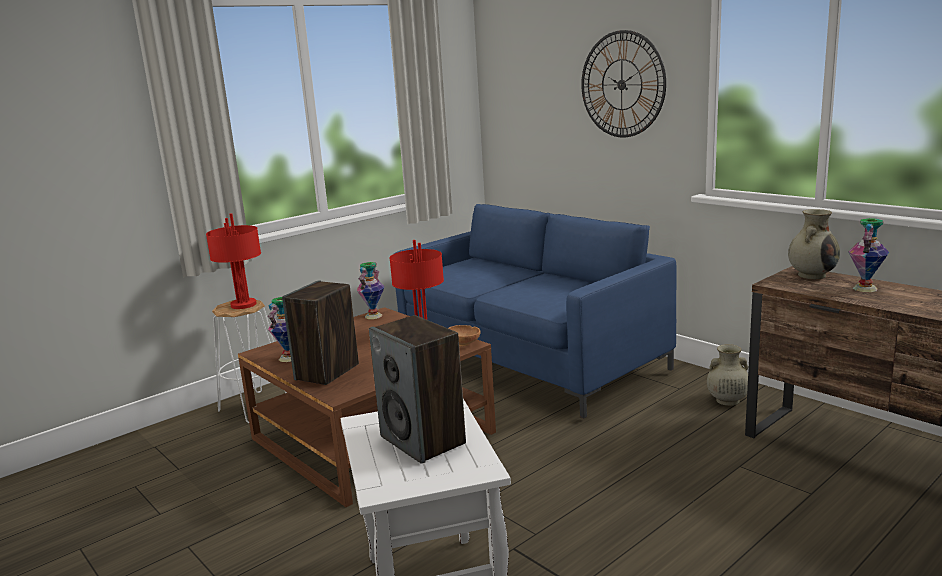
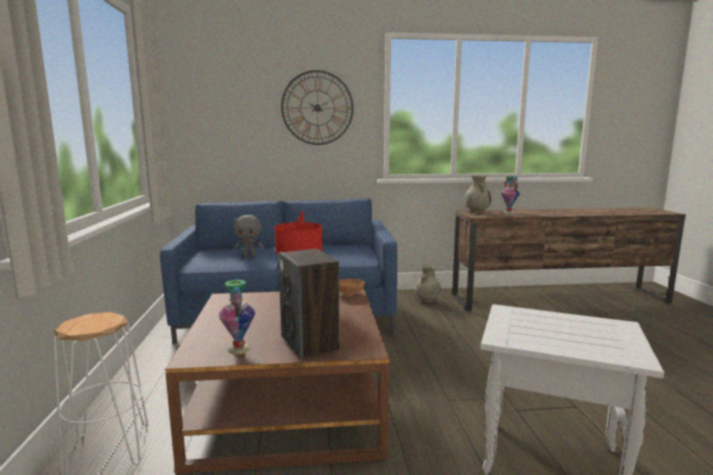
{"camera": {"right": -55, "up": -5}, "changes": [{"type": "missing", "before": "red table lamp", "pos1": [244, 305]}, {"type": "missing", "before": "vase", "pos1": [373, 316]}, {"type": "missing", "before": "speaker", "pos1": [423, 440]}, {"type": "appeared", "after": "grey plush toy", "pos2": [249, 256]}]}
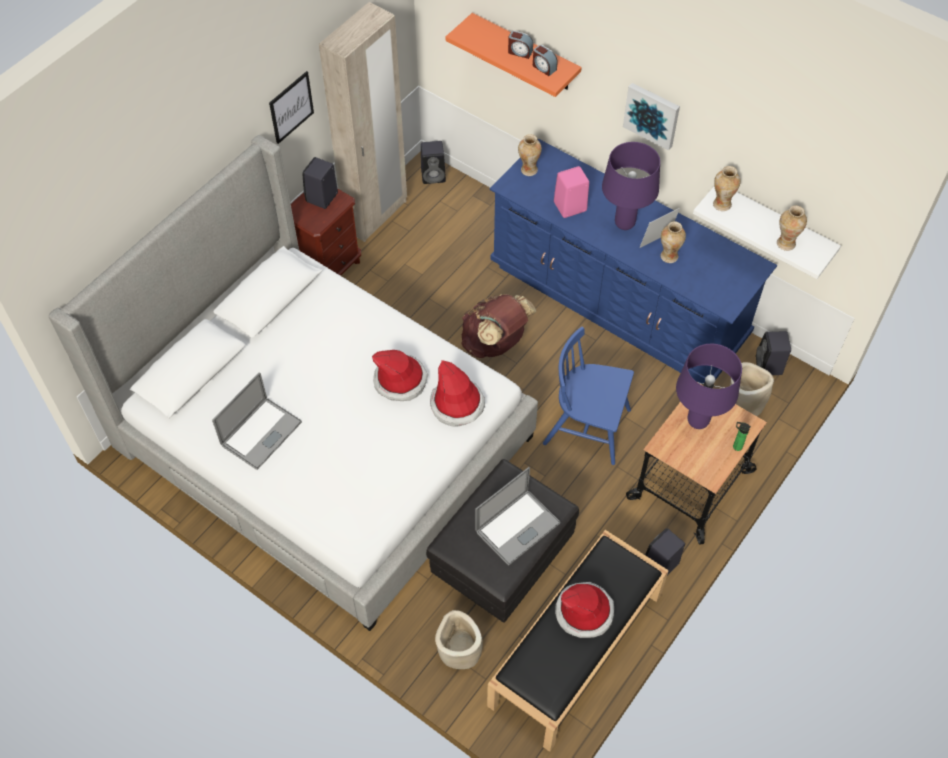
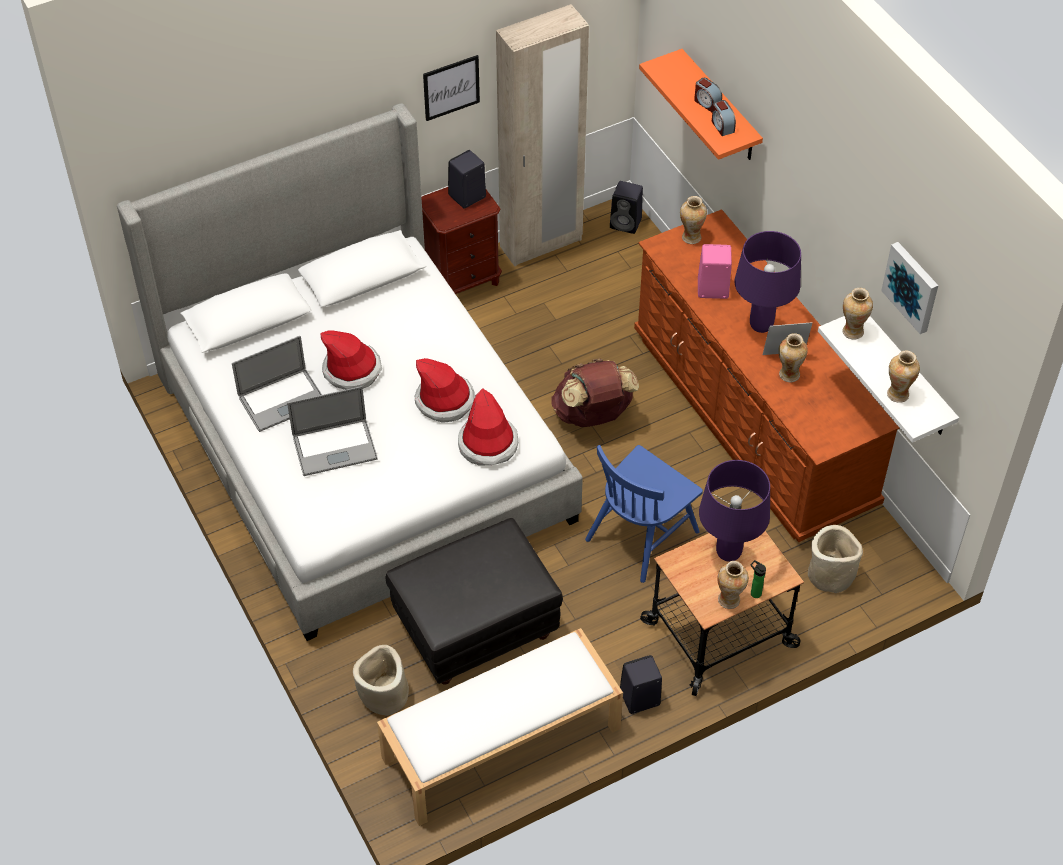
{"camera": {"right": 25, "up": -5}, "changes": [{"type": "relocated", "before": "laptop", "pos1": [517, 527], "pos2": [334, 447]}, {"type": "colour", "before": "black bench", "after": "white bench", "pos1": [576, 651], "pos2": [500, 744]}, {"type": "colour", "before": "blue dresser", "after": "brown dresser", "pos1": [617, 300], "pos2": [752, 419]}, {"type": "spun", "before": "blue chair", "pos1": [587, 427], "pos2": [642, 535], "turn": -90}, {"type": "relocated", "before": "hat", "pos1": [584, 612], "pos2": [352, 370]}, {"type": "relocated", "before": "picture", "pos1": [652, 114], "pos2": [912, 286]}, {"type": "missing", "before": "black speaker", "pos1": [769, 366]}, {"type": "appeared", "after": "vase", "pos2": [729, 600]}]}
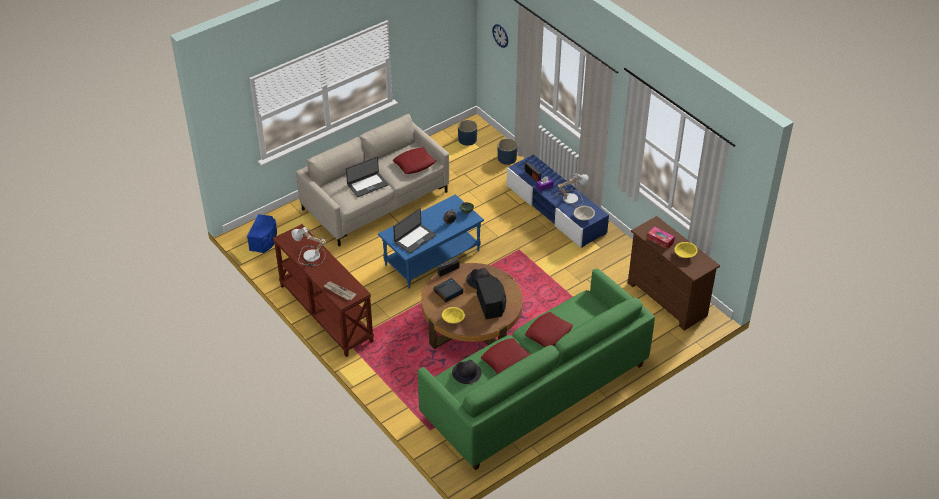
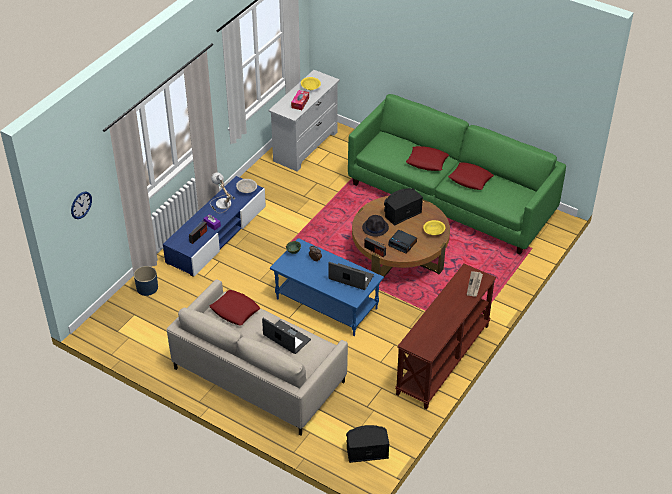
{"camera": {"right": -110, "up": 0}, "changes": [{"type": "colour", "before": "blue speaker", "after": "black speaker", "pos1": [264, 241], "pos2": [367, 450]}, {"type": "missing", "before": "table lamp", "pos1": [310, 257]}, {"type": "missing", "before": "black hat", "pos1": [466, 373]}, {"type": "missing", "before": "blue planter", "pos1": [467, 139]}, {"type": "colour", "before": "brown dresser", "after": "white dresser", "pos1": [667, 299], "pos2": [306, 146]}]}
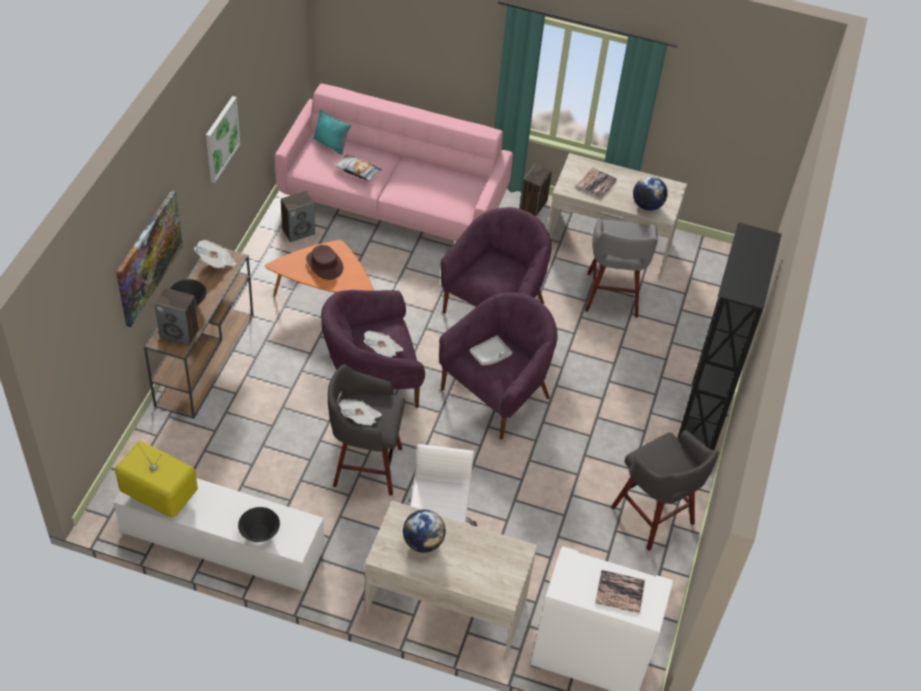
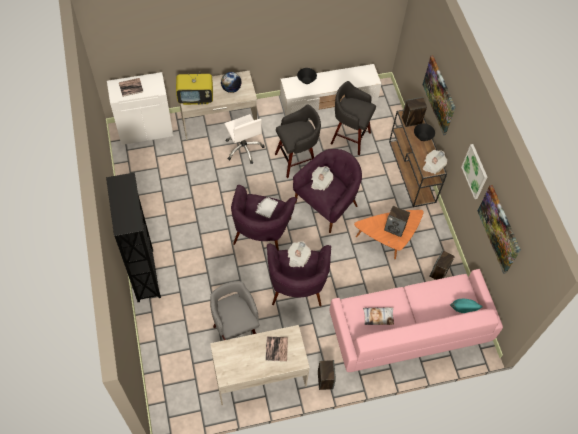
{"camera": {"right": 150, "up": 10}, "changes": [{"type": "relocated", "before": "television", "pos1": [158, 496], "pos2": [196, 98]}, {"type": "exchanged", "before": "brown hat", "after": "speaker", "pos1": [324, 264], "pos2": [395, 228]}, {"type": "relocated", "before": "pillow", "pos1": [357, 171], "pos2": [378, 316]}, {"type": "relocated", "before": "newspaper", "pos1": [360, 418], "pos2": [297, 258]}, {"type": "relocated", "before": "grey stool", "pos1": [654, 517], "pos2": [349, 137]}, {"type": "missing", "before": "globe", "pos1": [647, 205]}, {"type": "appeared", "after": "picture", "pos2": [499, 229]}]}
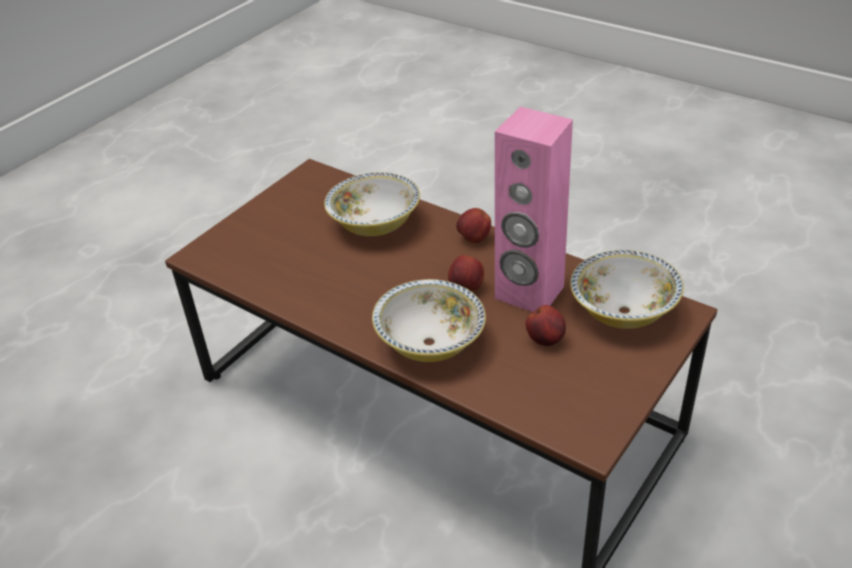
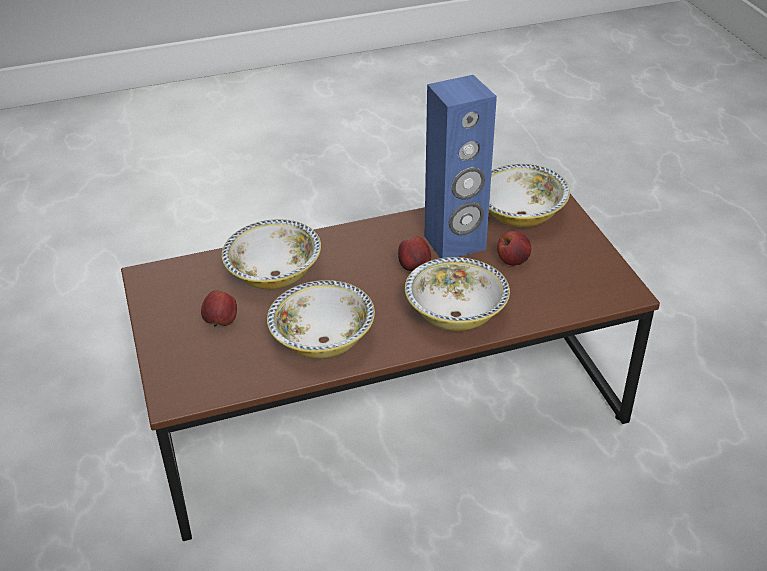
{"camera": {"right": -55, "up": 0}, "changes": [{"type": "relocated", "before": "apple", "pos1": [474, 239], "pos2": [221, 322]}, {"type": "colour", "before": "pink speaker", "after": "blue speaker", "pos1": [528, 293], "pos2": [455, 243]}, {"type": "appeared", "after": "bowl", "pos2": [322, 340]}]}
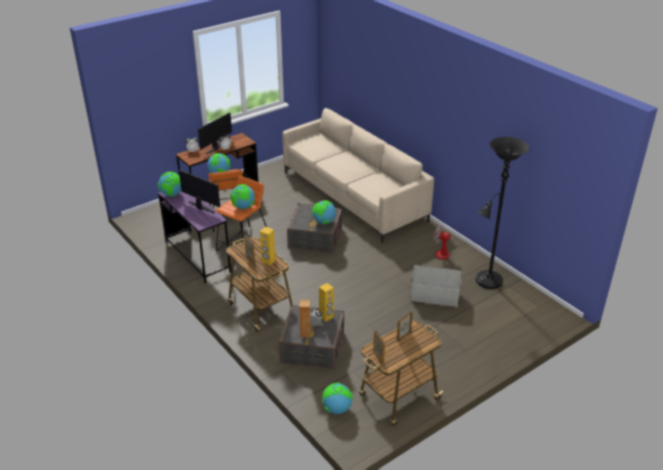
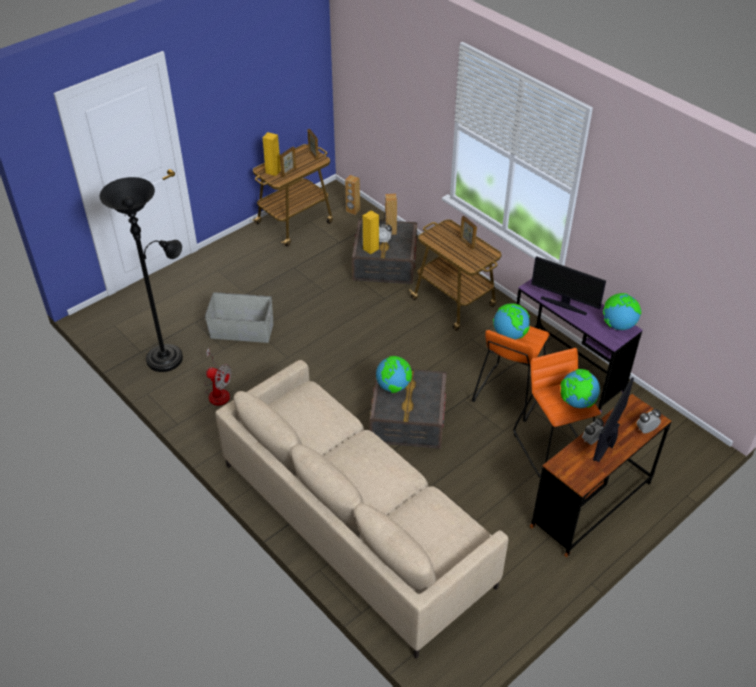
{"camera": {"right": 175, "up": 10}, "changes": [{"type": "relocated", "before": "yellow speaker", "pos1": [268, 261], "pos2": [273, 171]}, {"type": "exchanged", "before": "globe", "after": "brown speaker", "pos1": [337, 409], "pos2": [353, 211]}]}
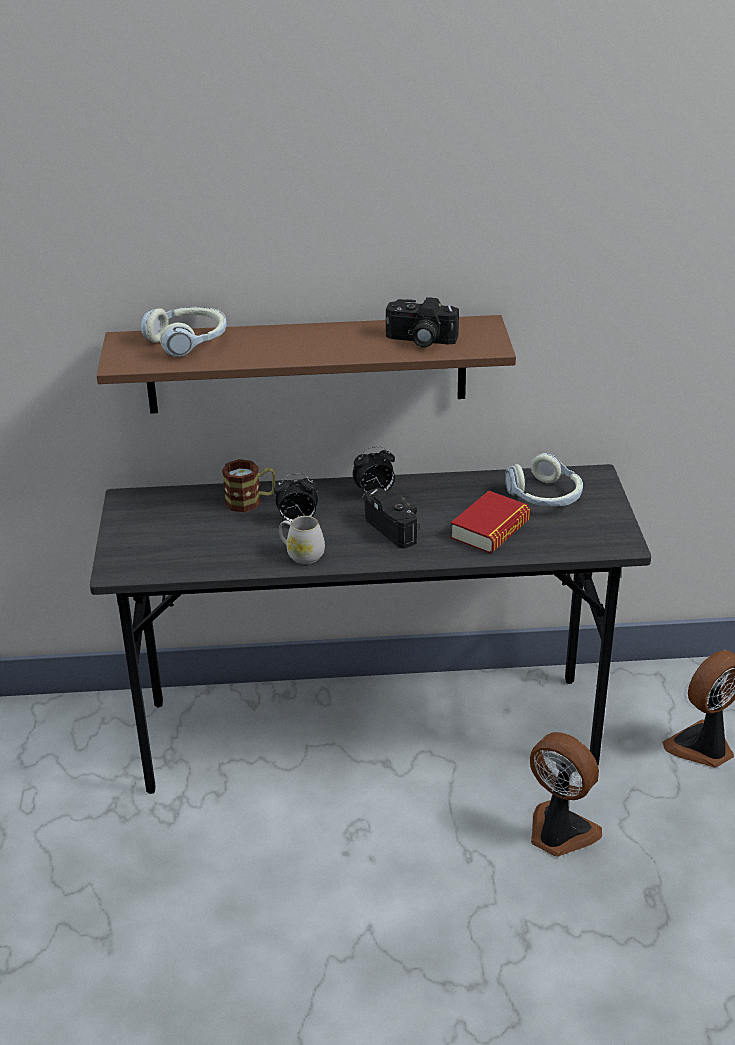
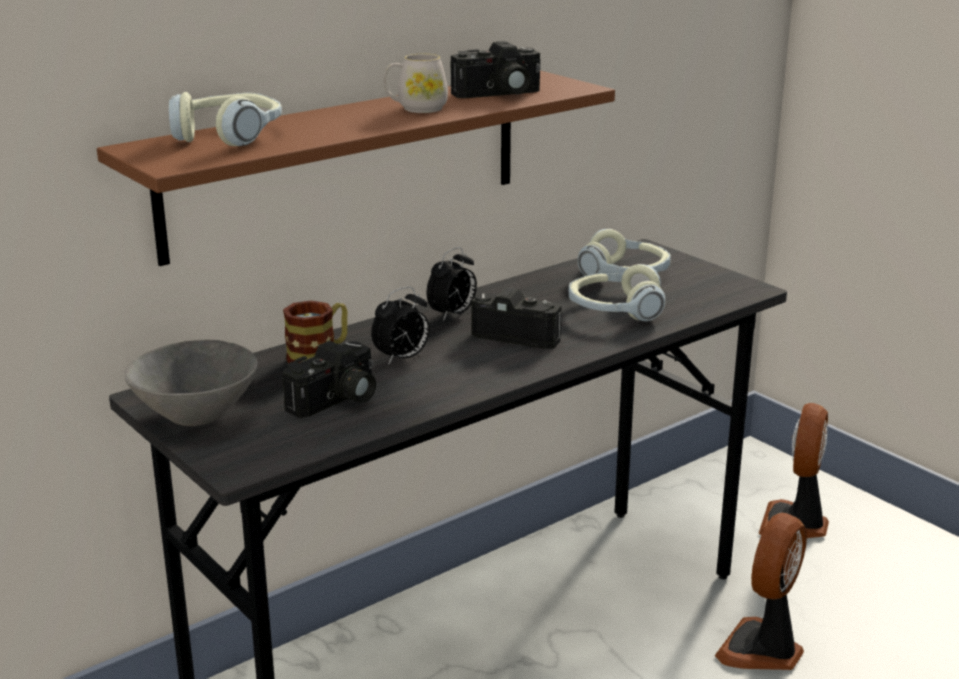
{"camera": {"right": -35, "up": -10}, "changes": [{"type": "relocated", "before": "white mug", "pos1": [301, 554], "pos2": [416, 109]}, {"type": "exchanged", "before": "book", "after": "headphones", "pos1": [490, 529], "pos2": [614, 310]}, {"type": "spun", "before": "fan", "pos1": [559, 833], "pos2": [763, 650], "turn": -60}, {"type": "appeared", "after": "grey bowl", "pos2": [198, 414]}, {"type": "appeared", "after": "photo camera", "pos2": [336, 401]}]}
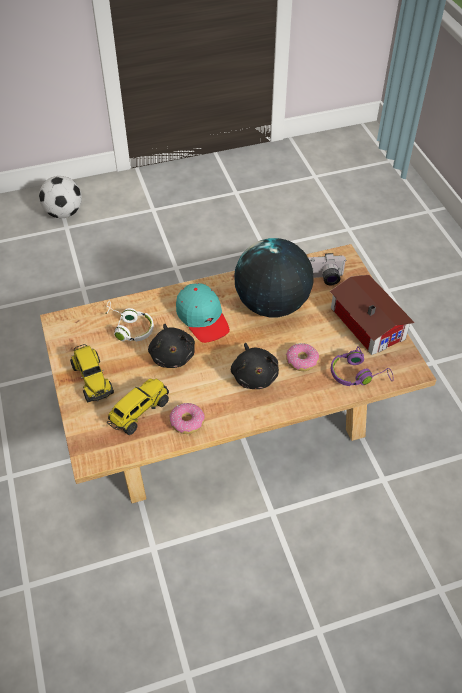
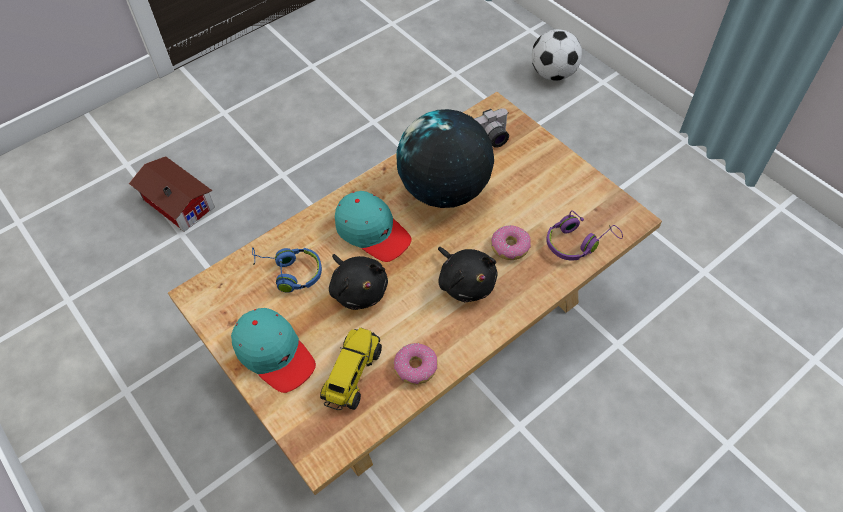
{"camera": {"right": -20, "up": 5}, "changes": [{"type": "relocated", "before": "football", "pos1": [64, 213], "pos2": [553, 74]}, {"type": "exchanged", "before": "toy truck", "after": "turquoise cap", "pos1": [92, 379], "pos2": [274, 354]}, {"type": "colour", "before": "white headphones", "after": "blue headphones", "pos1": [128, 327], "pos2": [289, 272]}, {"type": "relocated", "before": "toy house", "pos1": [367, 321], "pos2": [177, 200]}]}
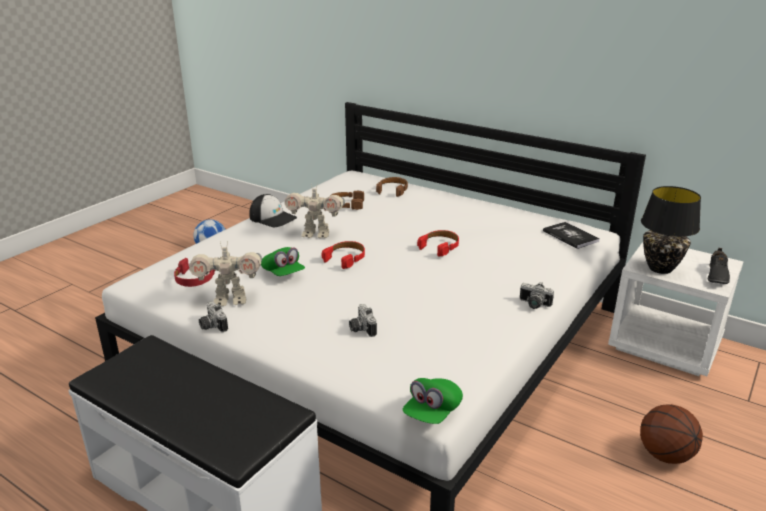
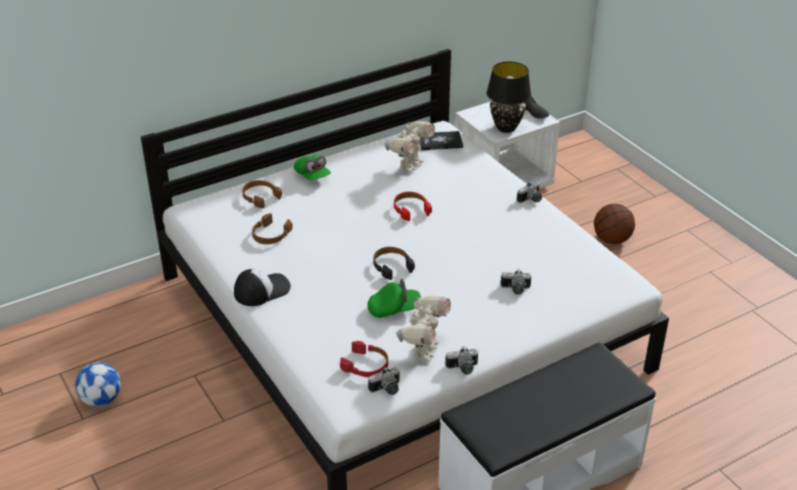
{"camera": {"right": -65, "up": 10}, "changes": [{"type": "relocated", "before": "toy robot", "pos1": [316, 234], "pos2": [410, 165]}, {"type": "colour", "before": "red headphones", "after": "black headphones", "pos1": [345, 258], "pos2": [392, 266]}, {"type": "relocated", "before": "green cap", "pos1": [432, 412], "pos2": [312, 176]}, {"type": "appeared", "after": "photo camera", "pos2": [387, 390]}]}
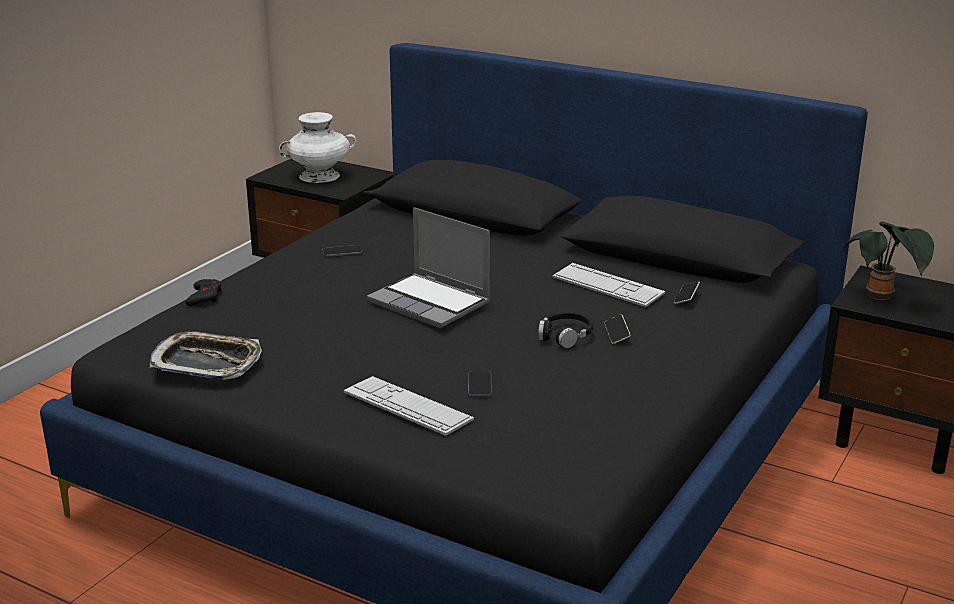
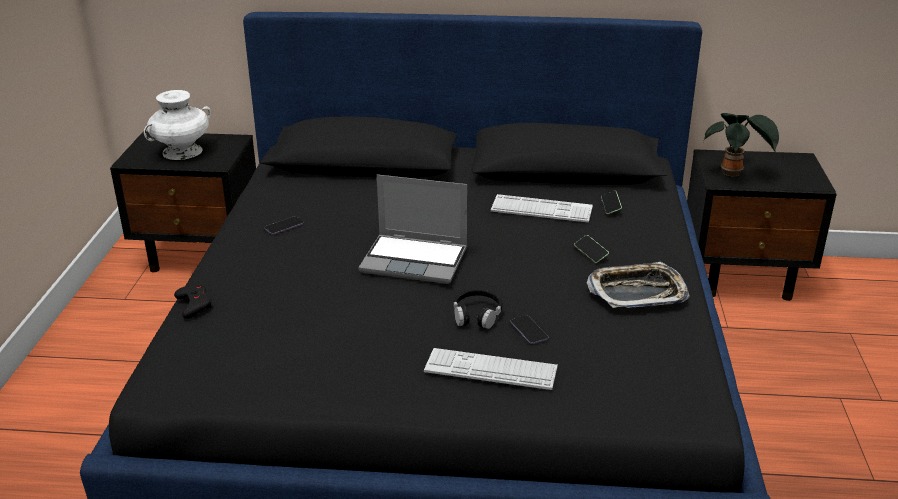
{"camera": {"right": -25, "up": 5}, "changes": [{"type": "relocated", "before": "tray", "pos1": [207, 363], "pos2": [637, 292]}, {"type": "relocated", "before": "black headphones", "pos1": [565, 336], "pos2": [477, 315]}]}
